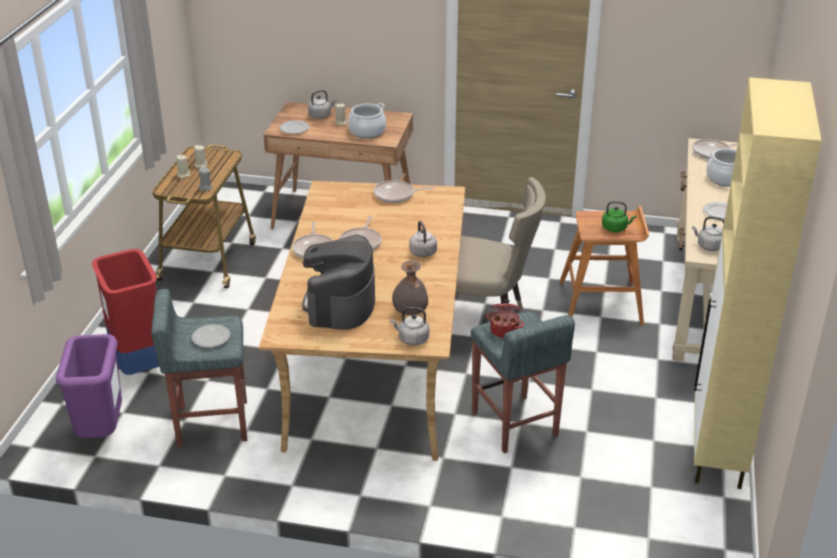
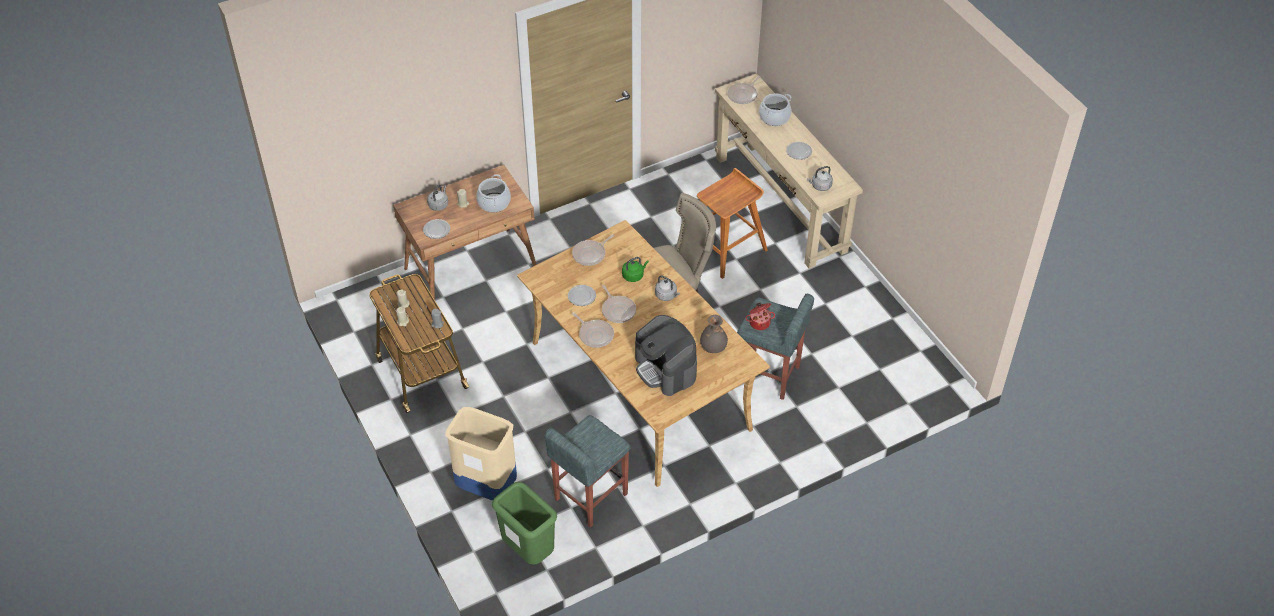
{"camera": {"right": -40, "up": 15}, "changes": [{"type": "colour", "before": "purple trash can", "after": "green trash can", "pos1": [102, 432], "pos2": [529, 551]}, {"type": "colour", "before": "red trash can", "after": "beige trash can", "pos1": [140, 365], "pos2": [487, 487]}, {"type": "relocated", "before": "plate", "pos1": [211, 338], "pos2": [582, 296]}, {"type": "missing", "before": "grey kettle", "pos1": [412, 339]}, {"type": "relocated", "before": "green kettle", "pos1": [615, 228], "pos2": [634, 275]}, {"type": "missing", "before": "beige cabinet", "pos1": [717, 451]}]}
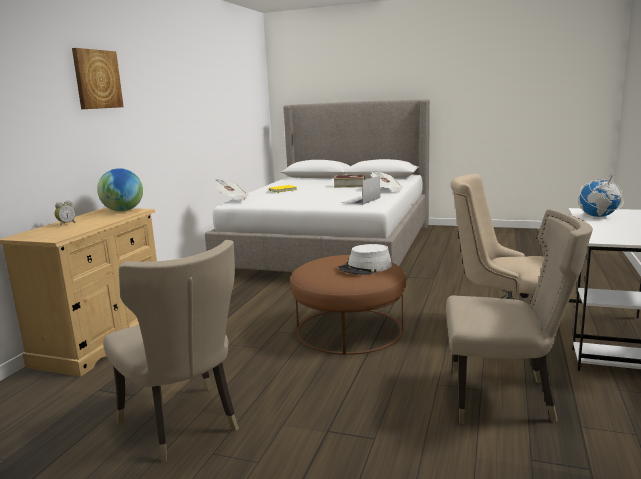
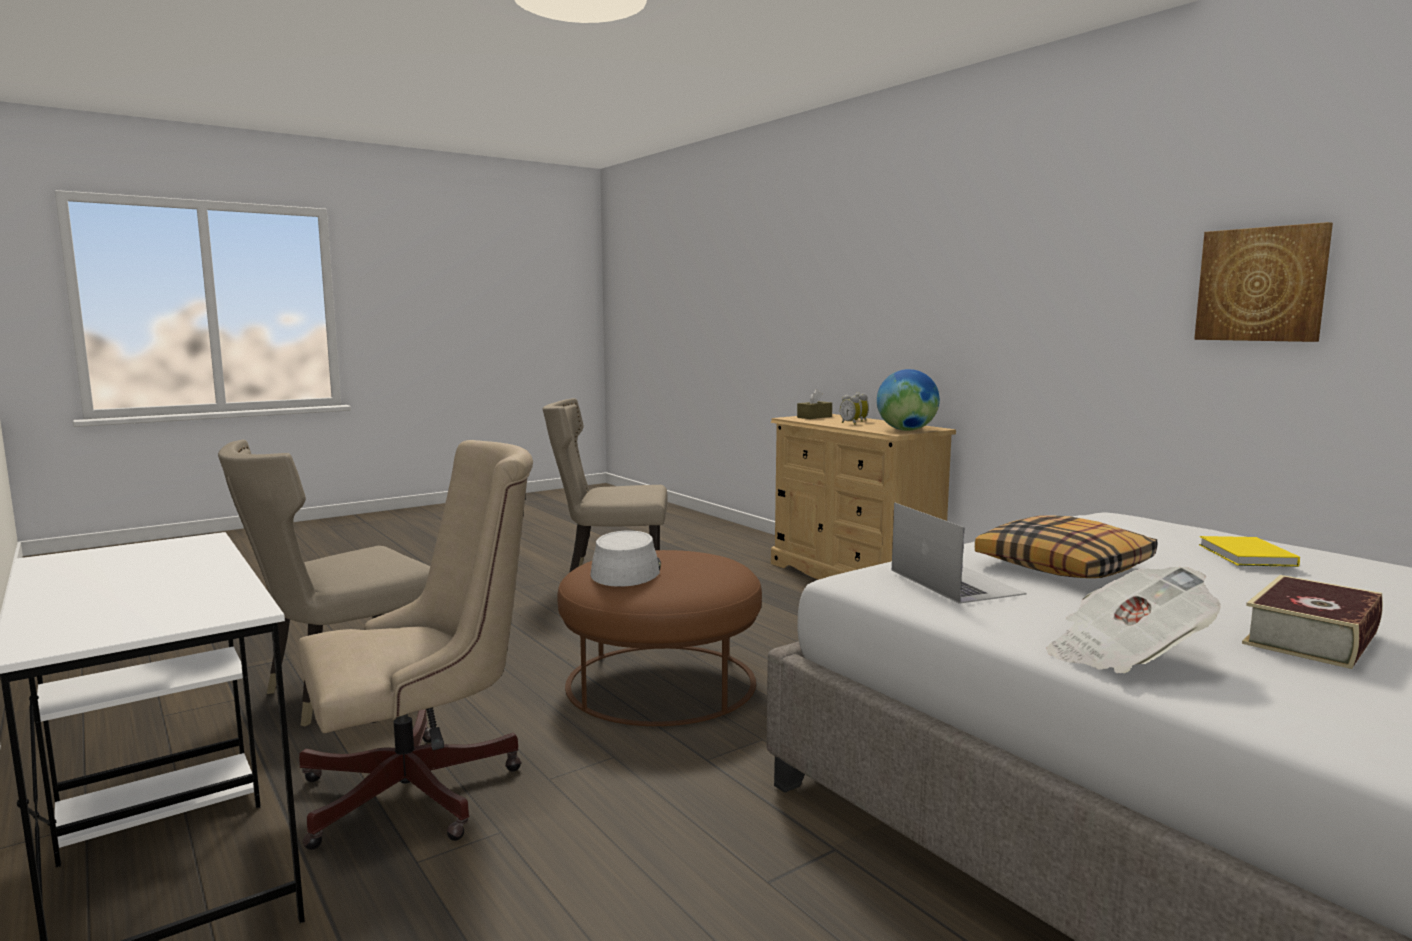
{"camera": {"right": 125, "up": -5}, "changes": [{"type": "relocated", "before": "picture", "pos1": [97, 79], "pos2": [1261, 284]}, {"type": "missing", "before": "newspaper", "pos1": [232, 199]}, {"type": "missing", "before": "globe", "pos1": [598, 216]}, {"type": "appeared", "after": "brown tissue box", "pos2": [814, 417]}, {"type": "appeared", "after": "alarm clock", "pos2": [851, 423]}, {"type": "appeared", "after": "pillow", "pos2": [1065, 567]}]}
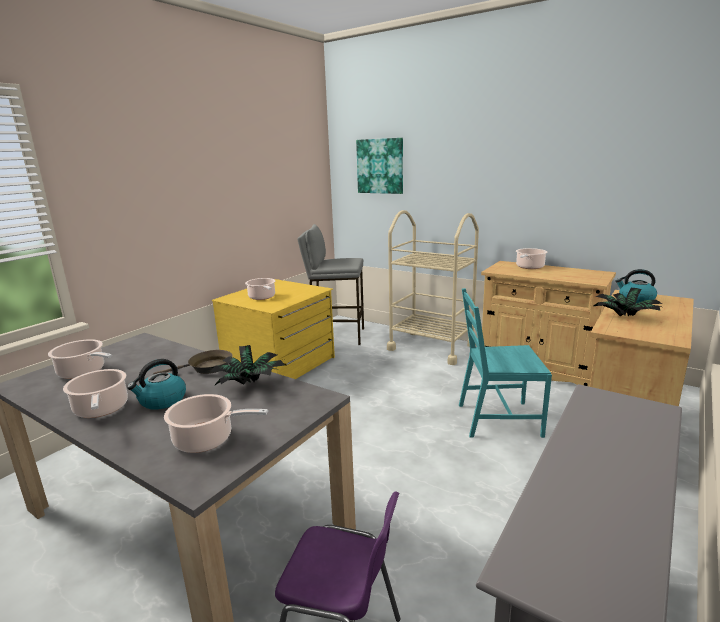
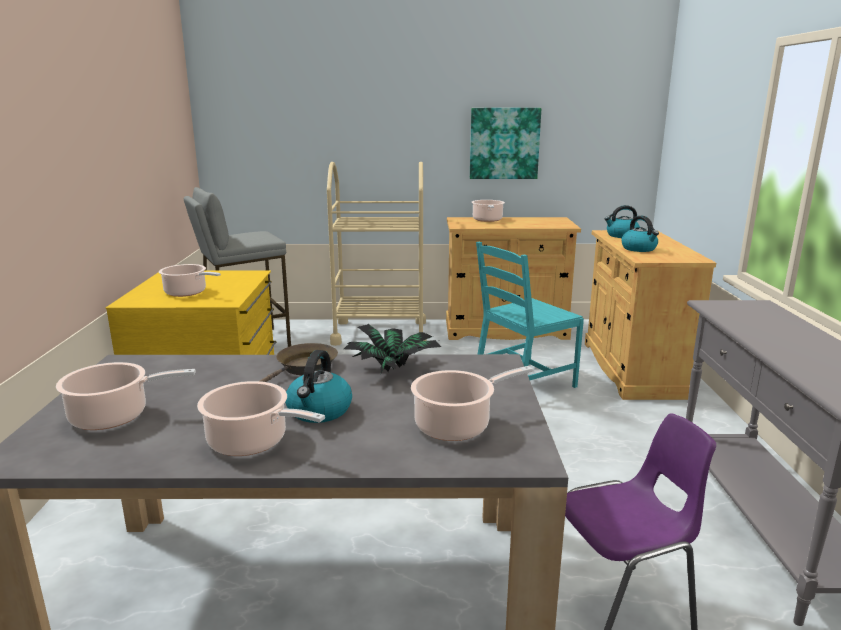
{"camera": {"right": -35, "up": 0}, "changes": [{"type": "relocated", "before": "picture", "pos1": [380, 166], "pos2": [504, 143]}, {"type": "exchanged", "before": "potted plant", "after": "kettle", "pos1": [626, 317], "pos2": [639, 249]}]}
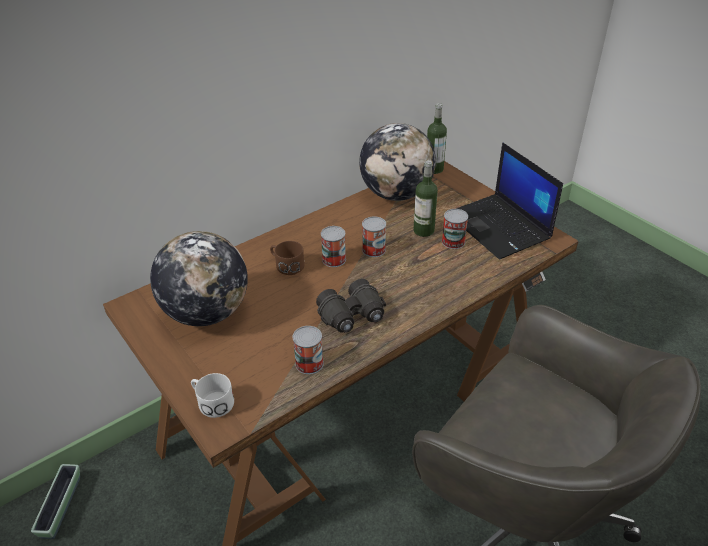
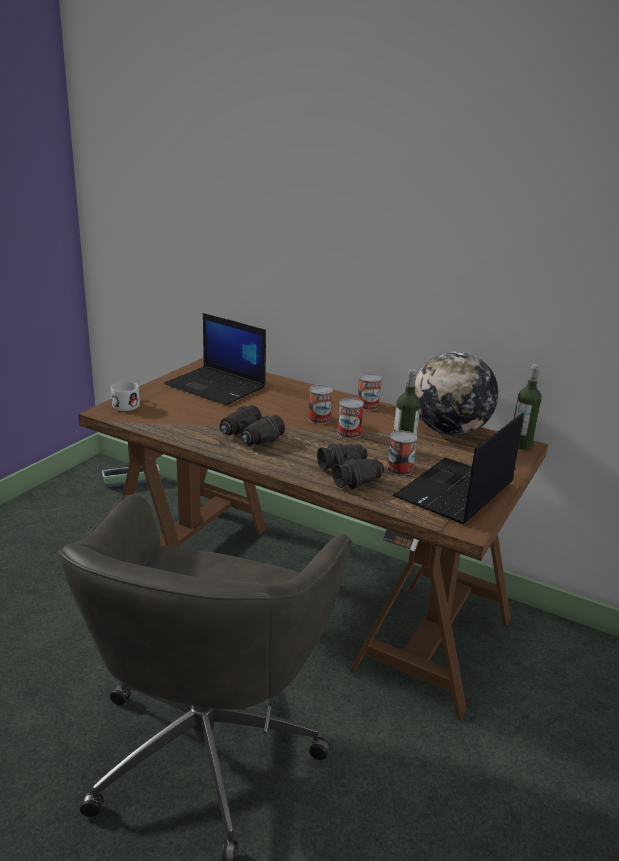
{"camera": {"right": 65, "up": -15}, "changes": [{"type": "exchanged", "before": "globe", "after": "laptop", "pos1": [206, 313], "pos2": [217, 386]}, {"type": "missing", "before": "brown mug", "pos1": [286, 265]}, {"type": "relocated", "before": "can", "pos1": [309, 363], "pos2": [367, 405]}, {"type": "appeared", "after": "black binoculars", "pos2": [350, 475]}]}
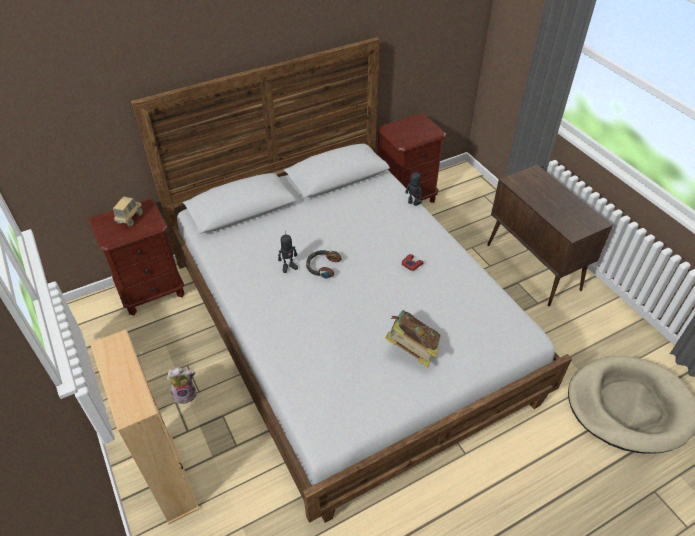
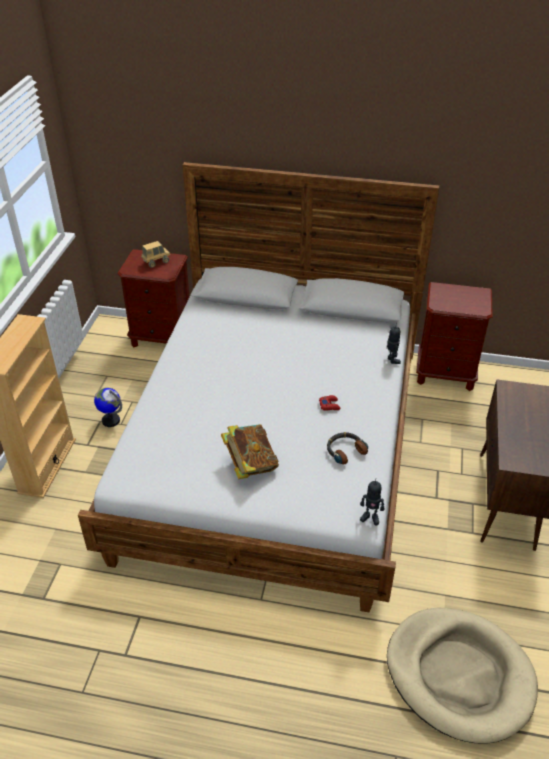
{"camera": {"right": 40, "up": -5}, "changes": [{"type": "exchanged", "before": "plush toy", "after": "globe", "pos1": [185, 394], "pos2": [111, 420]}, {"type": "relocated", "before": "toy robot", "pos1": [288, 267], "pos2": [370, 517]}, {"type": "relocated", "before": "headphones", "pos1": [322, 266], "pos2": [345, 450]}]}
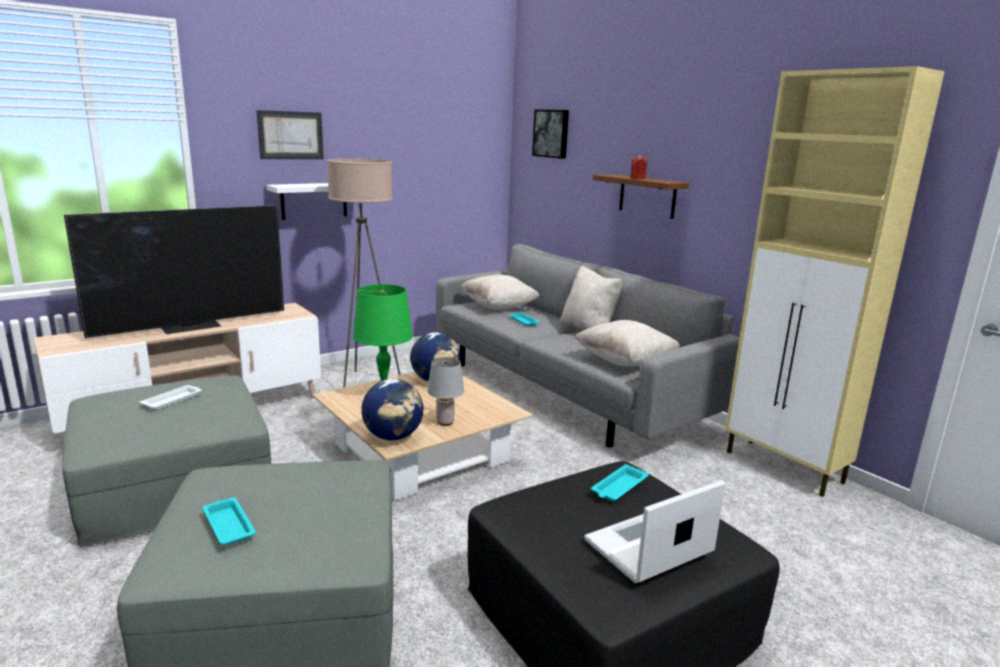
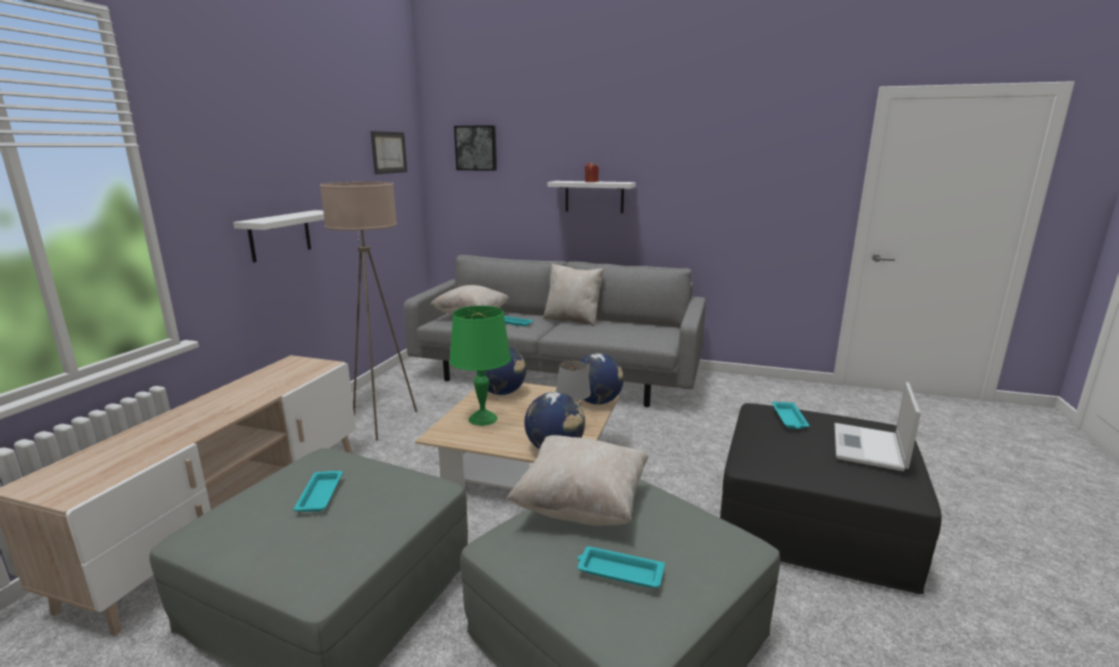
{"camera": {"right": -35, "up": 0}, "changes": [{"type": "missing", "before": "television", "pos1": [192, 326]}, {"type": "colour", "before": "white tray", "after": "turquoise tray", "pos1": [173, 400], "pos2": [320, 494]}, {"type": "relocated", "before": "picture", "pos1": [290, 135], "pos2": [389, 152]}, {"type": "relocated", "before": "beige pillow", "pos1": [624, 361], "pos2": [582, 505]}, {"type": "colour", "before": "brown shelf", "after": "white shelf", "pos1": [647, 196], "pos2": [594, 197]}, {"type": "missing", "before": "beige cabinet", "pos1": [785, 468]}, {"type": "appeared", "after": "globe", "pos2": [597, 402]}]}
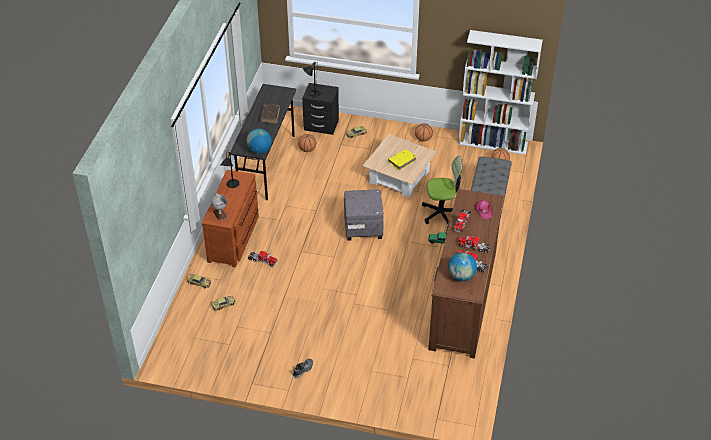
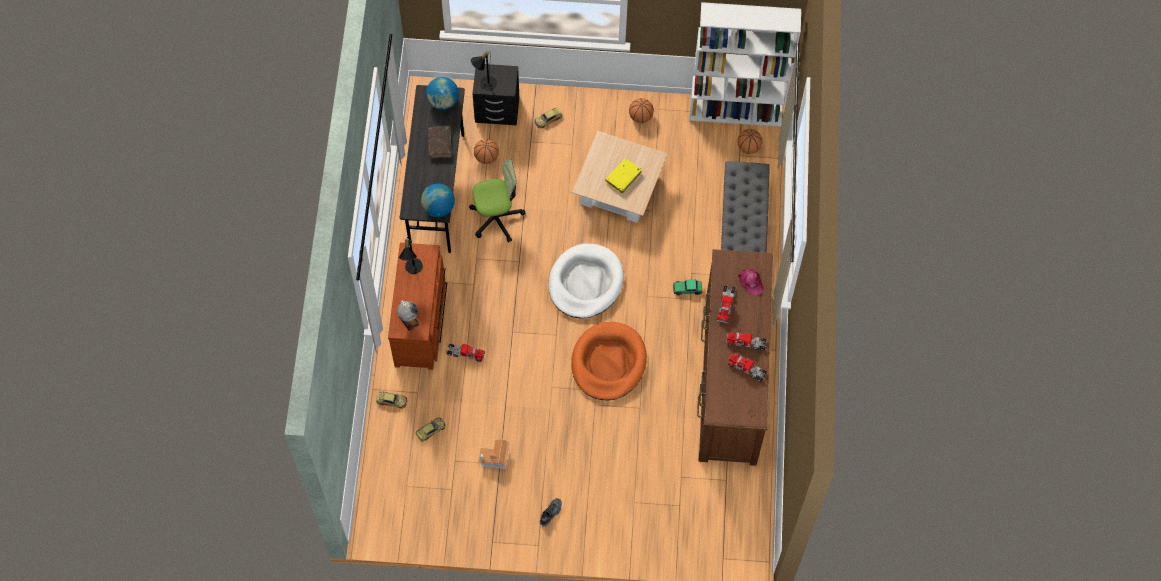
{"camera": {"right": -10, "up": 20}, "changes": [{"type": "exchanged", "before": "grey ottoman", "after": "white dog bed", "pos1": [363, 228], "pos2": [585, 283]}, {"type": "relocated", "before": "office chair", "pos1": [441, 214], "pos2": [496, 218]}, {"type": "relocated", "before": "globe", "pos1": [461, 276], "pos2": [443, 101]}, {"type": "appeared", "after": "toy house", "pos2": [495, 458]}, {"type": "appeared", "after": "orange dog bed", "pos2": [608, 363]}]}
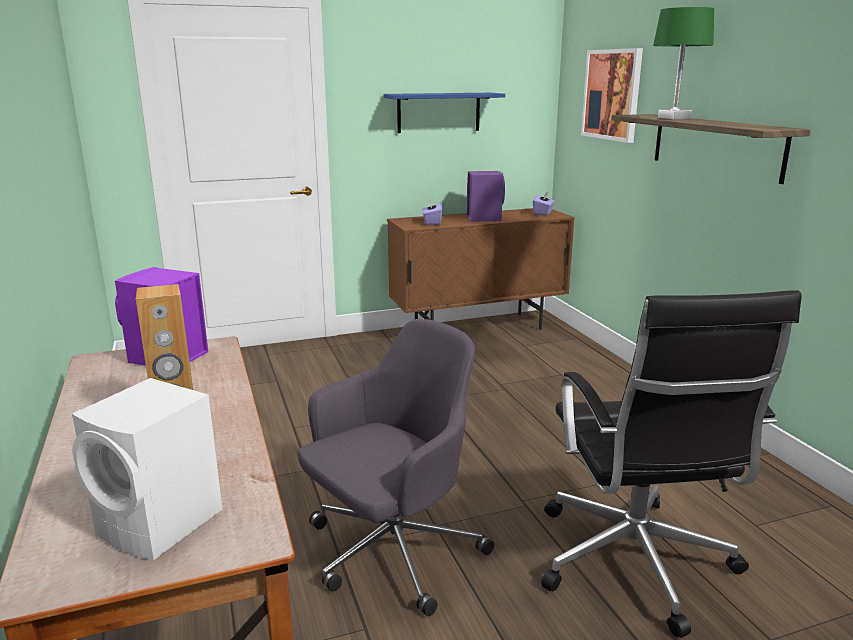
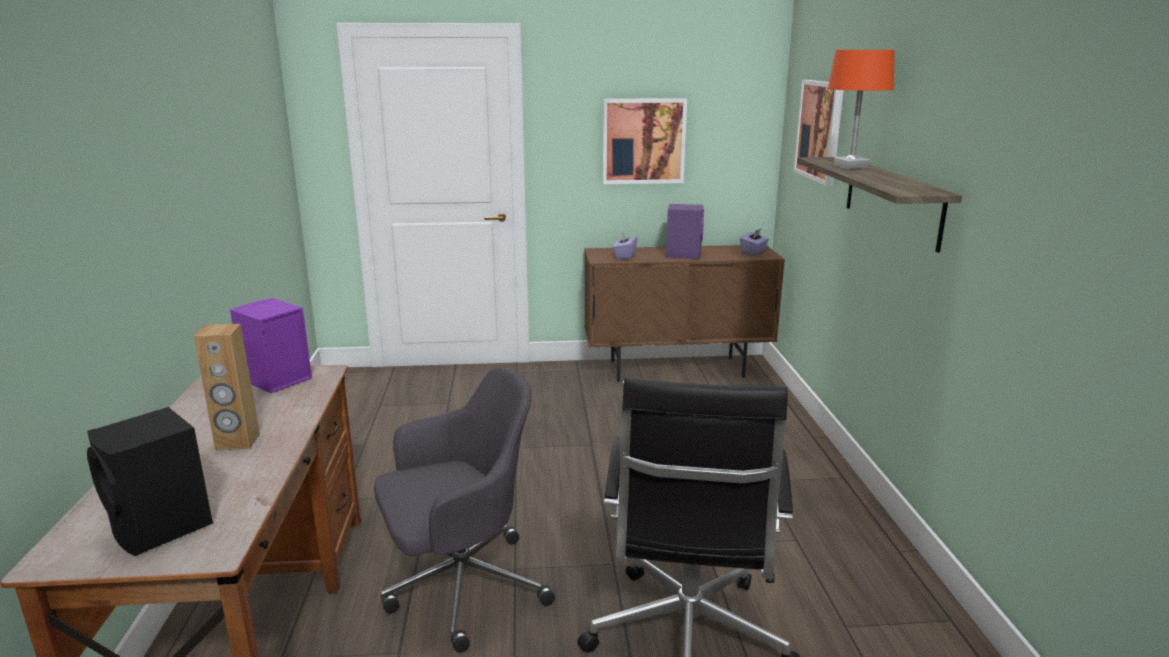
{"camera": {"right": 15, "up": 0}, "changes": [{"type": "colour", "before": "white speaker", "after": "black speaker", "pos1": [162, 524], "pos2": [162, 528]}, {"type": "exchanged", "before": "blue shelf", "after": "picture", "pos1": [438, 112], "pos2": [643, 141]}, {"type": "colour", "before": "green table lamp", "after": "orange table lamp", "pos1": [673, 118], "pos2": [850, 167]}]}
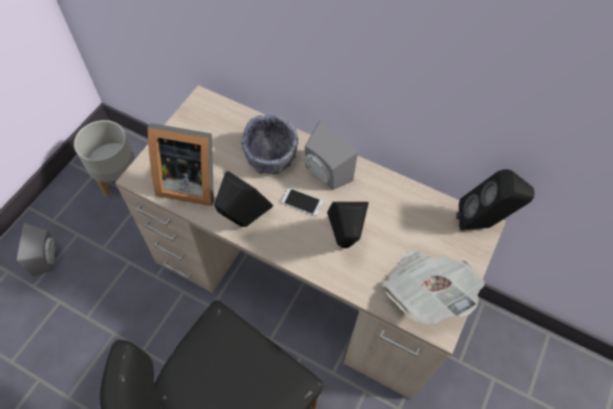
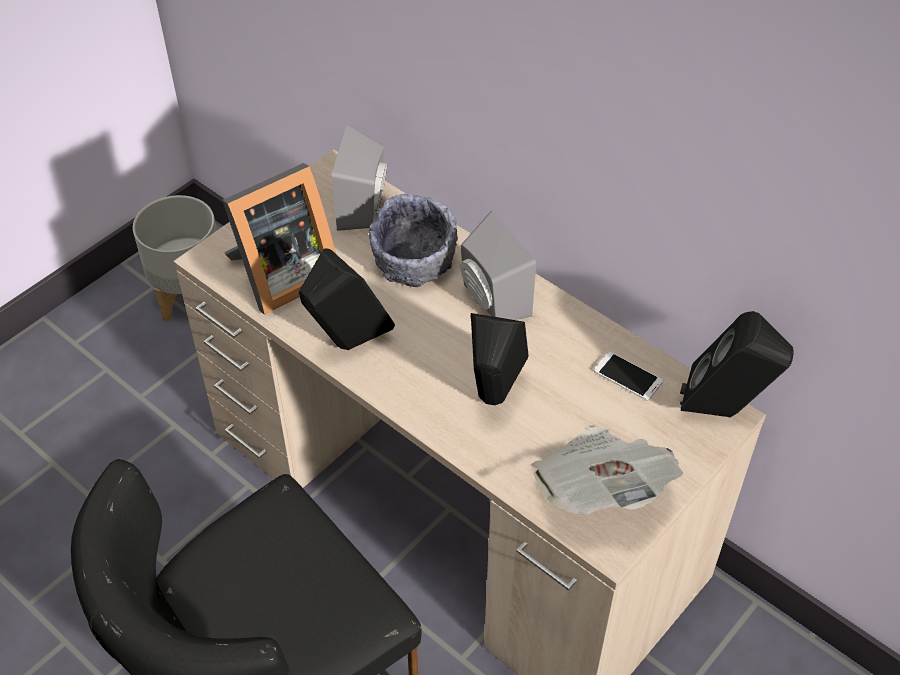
{"camera": {"right": 15, "up": -10}, "changes": [{"type": "relocated", "before": "grey speaker", "pos1": [48, 257], "pos2": [365, 208]}, {"type": "spun", "before": "picture frame", "pos1": [189, 181], "pos2": [281, 277], "turn": -60}, {"type": "relocated", "before": "phone", "pos1": [302, 202], "pos2": [627, 376]}]}
